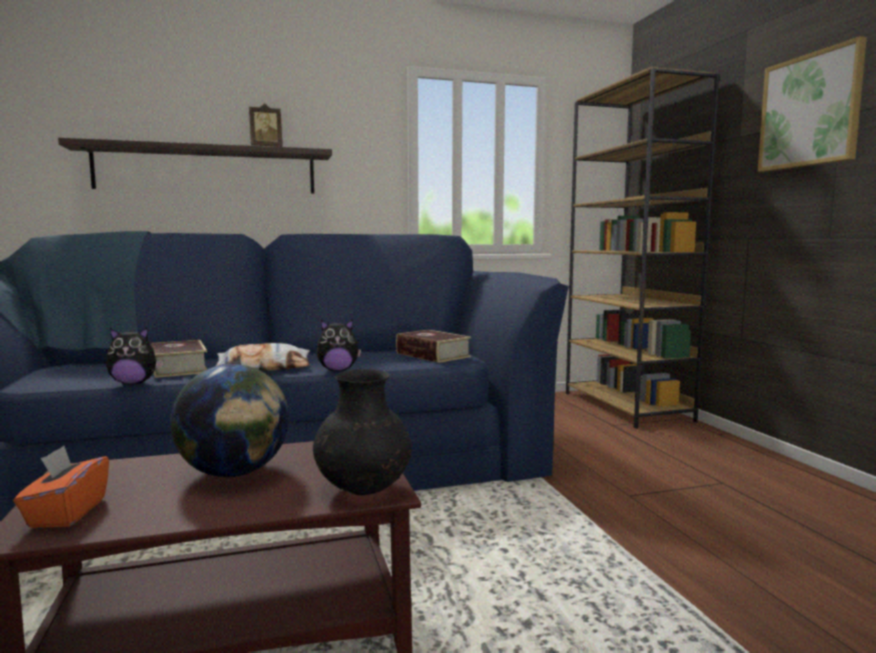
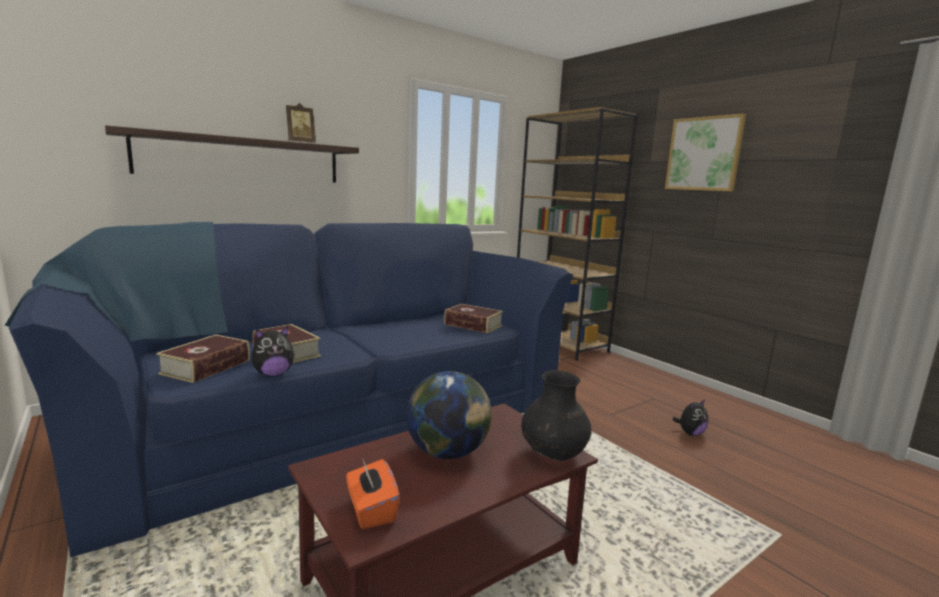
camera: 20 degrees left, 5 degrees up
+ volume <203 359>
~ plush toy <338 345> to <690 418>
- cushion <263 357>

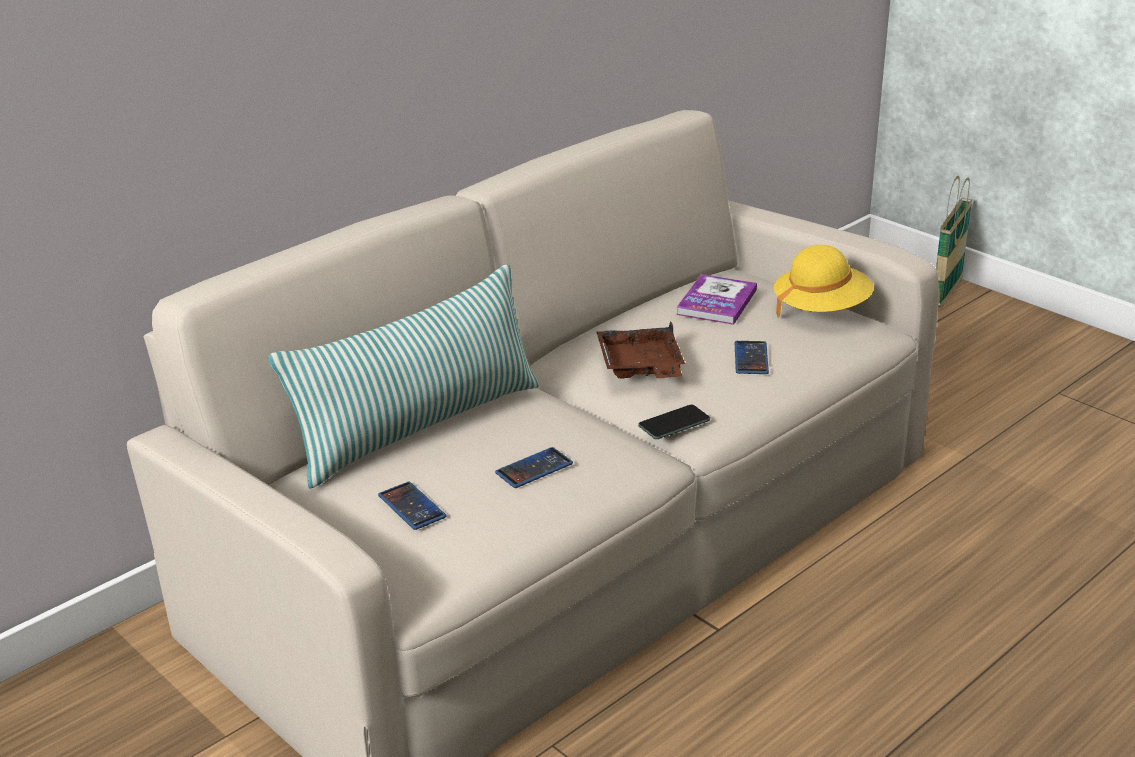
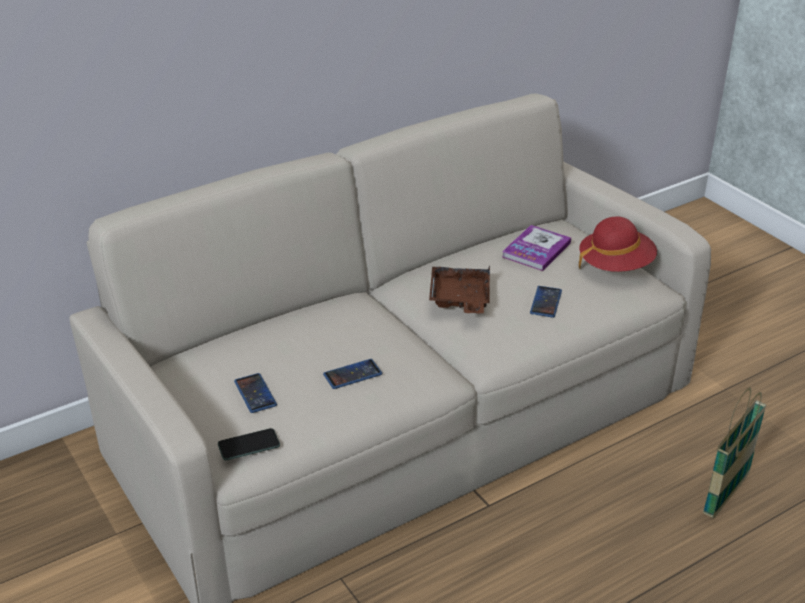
camera: 10 degrees right, 5 degrees up
~ telephone <674 422> to <249 444>
~ clothing hat (yellowish) <823 281> to clothing hat (red-coloured) <618 244>
~ basket <954 241> to <734 453>
- cushion <403 376>

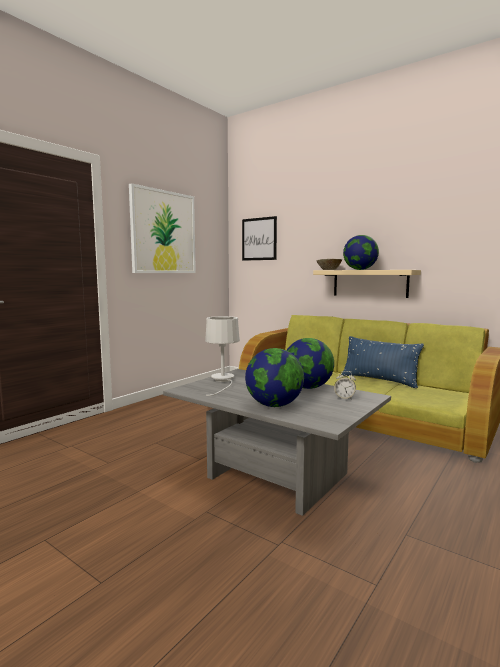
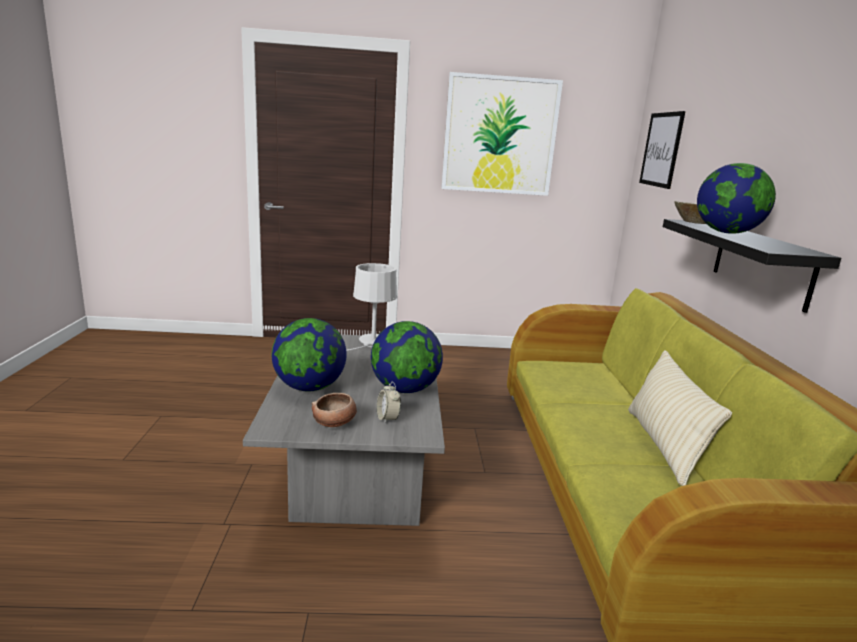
camera: 50 degrees right, 10 degrees up
+ deep dish <334 410>
~ cushion (bluish) <383 362> to cushion (sand-coloured) <680 418>
~ shelf (sand-coloured) <367 284> to shelf (black-coloured) <752 266>

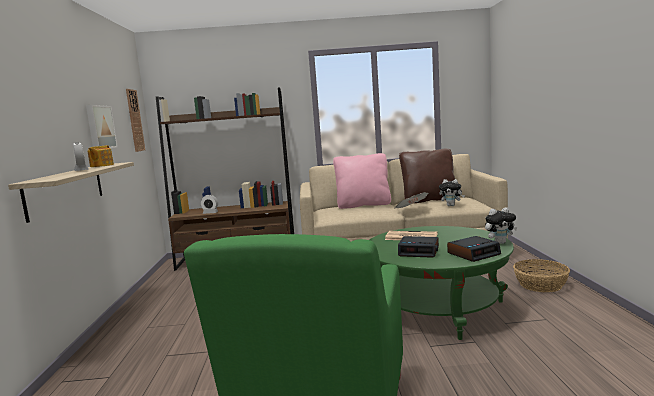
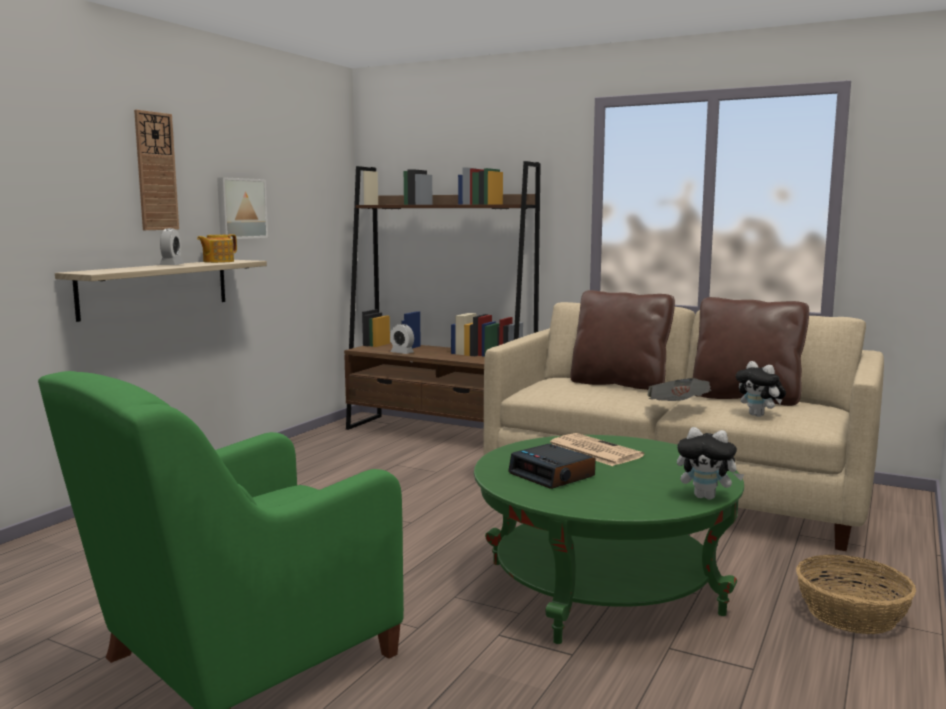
camera: 30 degrees right, 0 degrees up
~ hanging clock <135 120> to <156 170>
~ cushion (pink) <362 181> to cushion (brownish) <622 340>
- bedside clock <474 249>

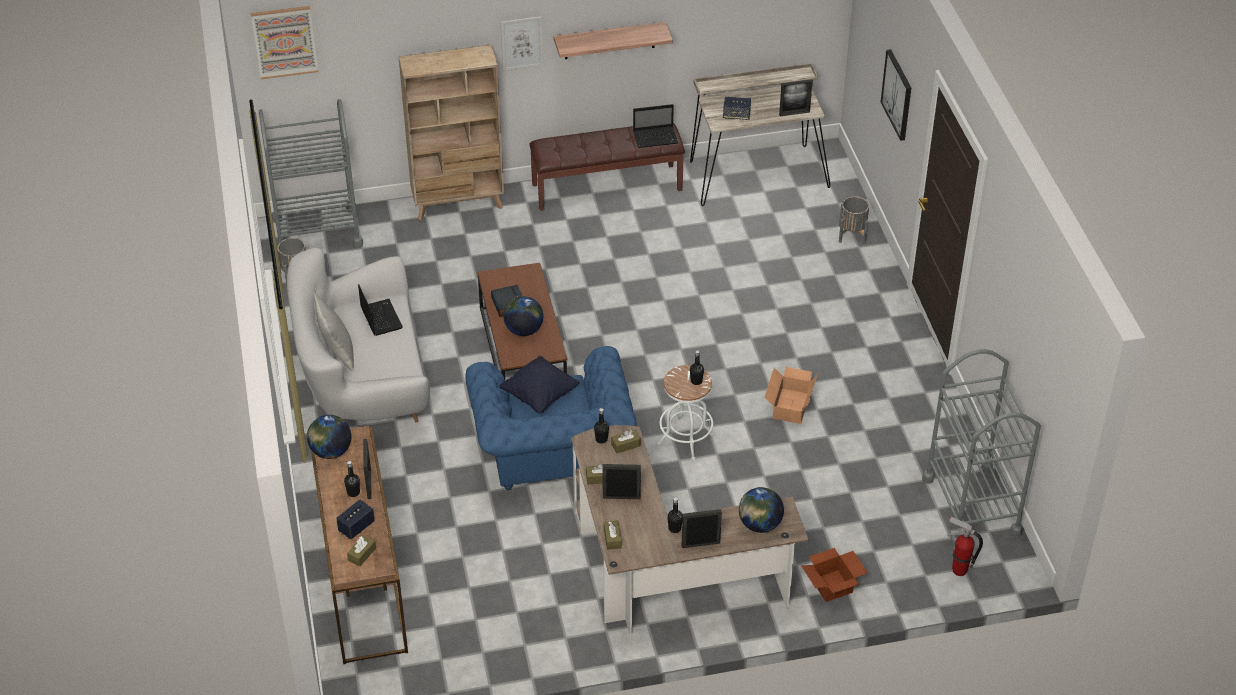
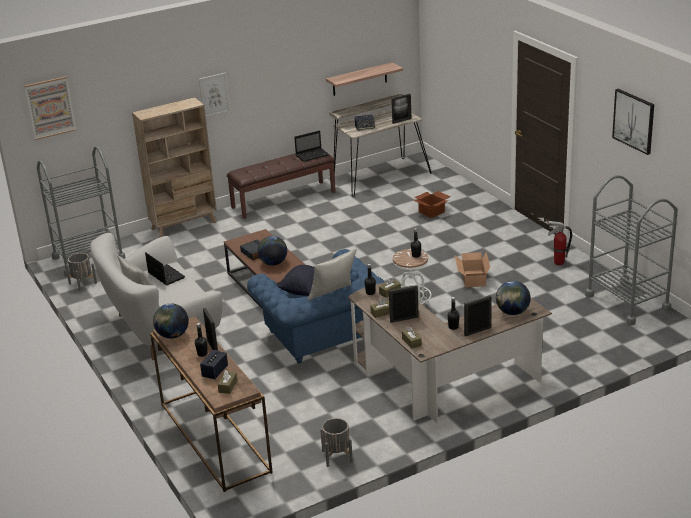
camera: 15 degrees left, 15 degrees down
+ cushion (gray) <332 274>
~ plant pot (gray) <854 220> to <336 442>
~ shelf <613 40> to <364 79>
~ packing box <834 575> to <432 204>
~ fire extinguisher <965 546> to <560 243>
~ wall picture <896 95> to <633 122>

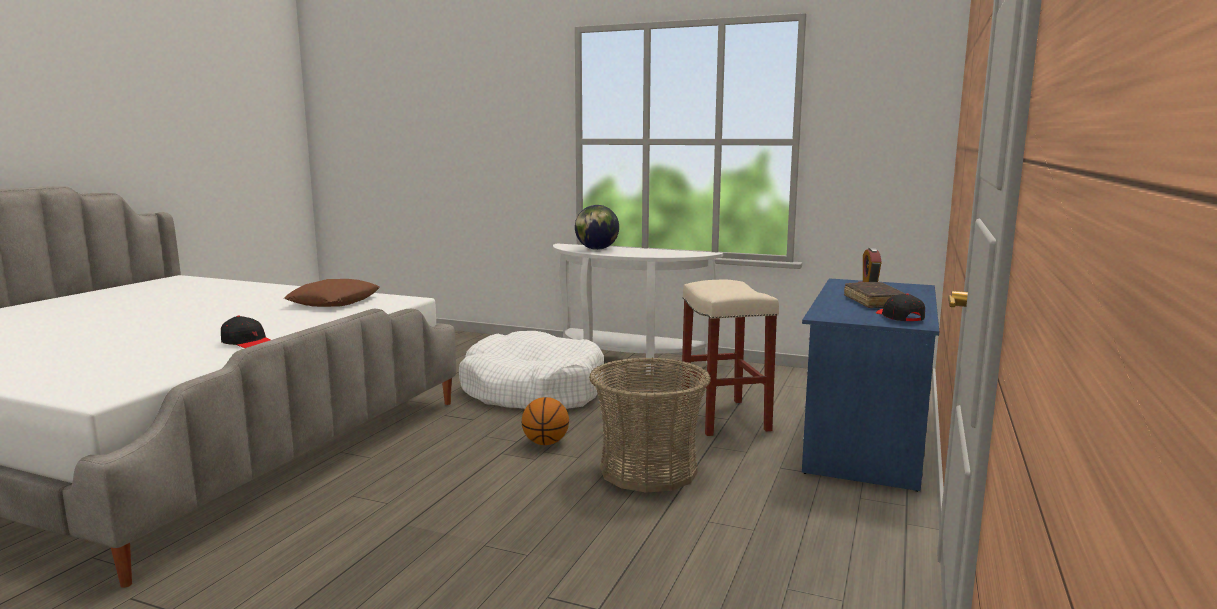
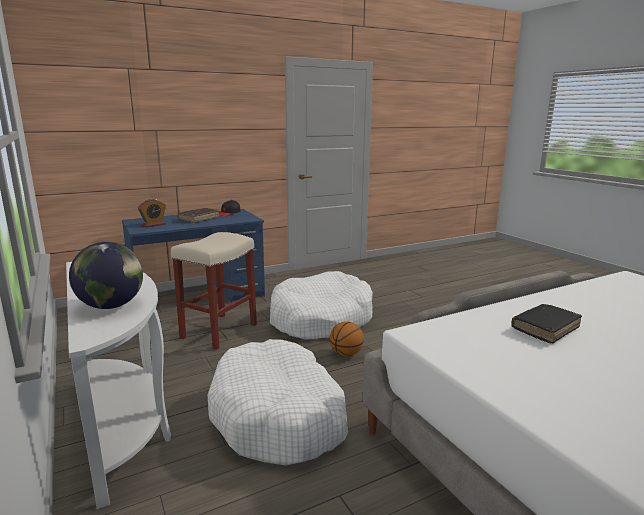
camera: 140 degrees left, 5 degrees up
~ basket <650 425> to dog cushion (white-coloured) <321 305>
+ volume (black-coloured) <546 324>
- baseball cap (black-coloured) <246 332>
- cushion (brownish) <332 293>

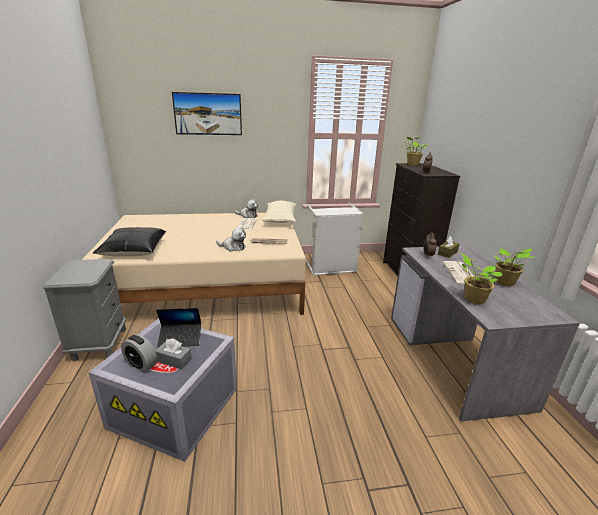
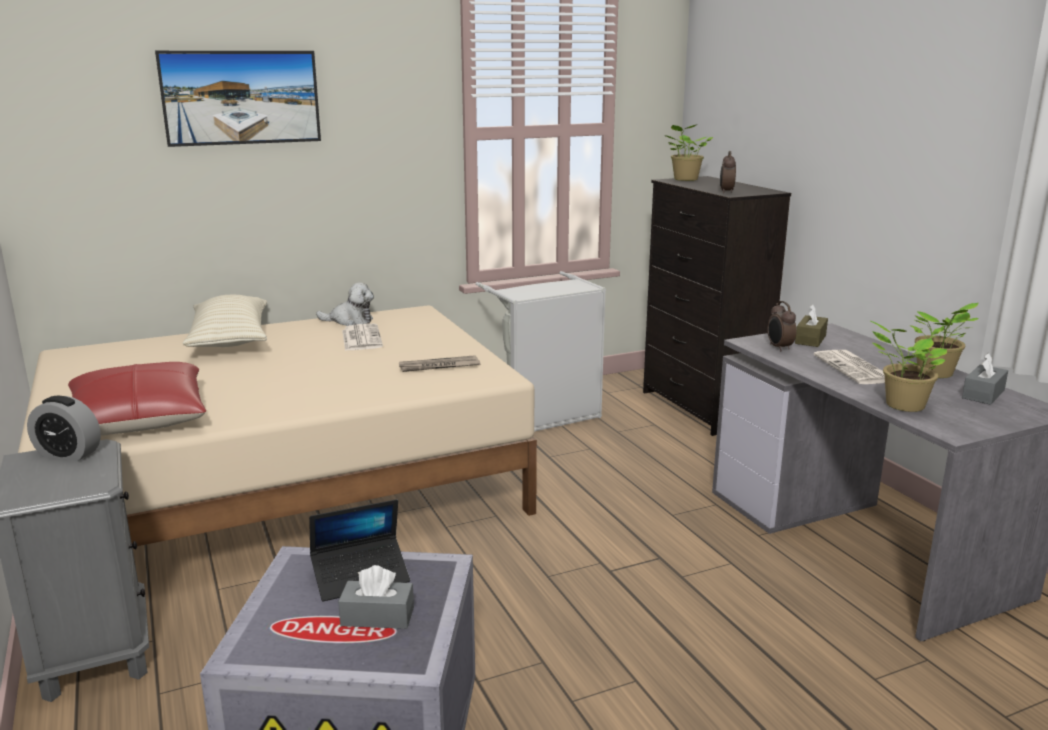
camera: 15 degrees left, 5 degrees down
~ bedside clock <139 354> to <64 428>
~ cushion (black-coloured) <129 241> to cushion (red-coloured) <137 398>
~ cushion (sand-coloured) <279 212> to <225 321>
+ box of tissues (gray) <985 379>
- plush toy <231 239>

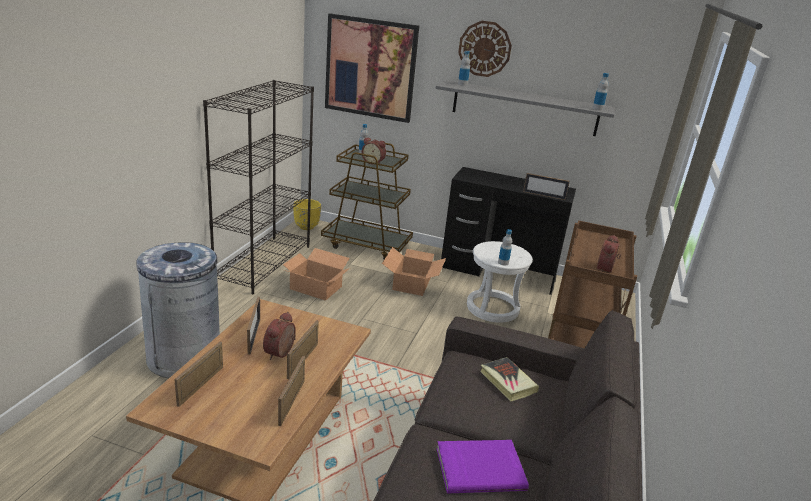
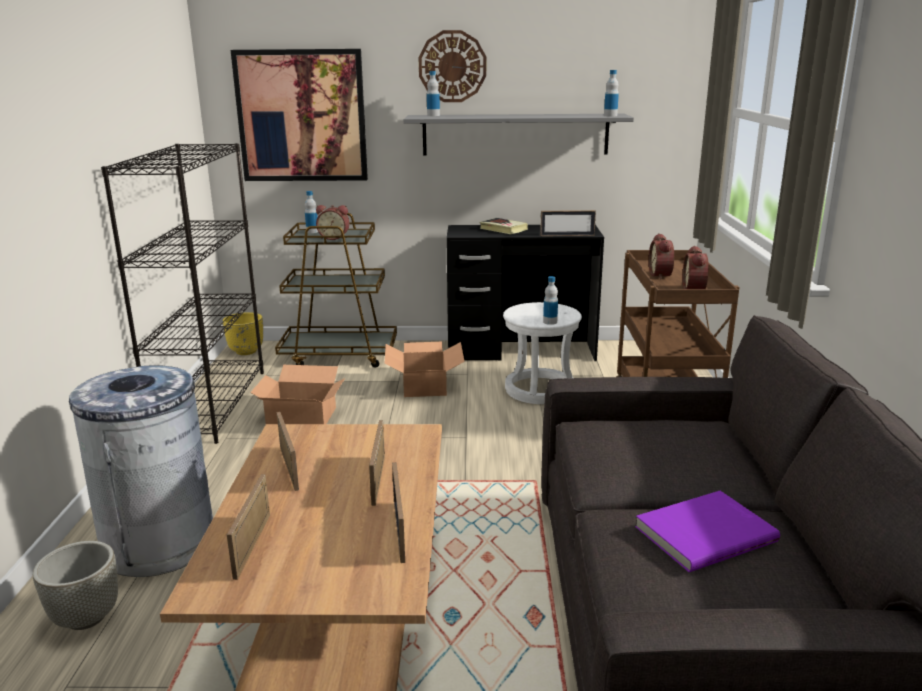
camera: 15 degrees left, 5 degrees down
+ plant pot (gray) <75 585>
~ volume <509 379> to <503 226>
~ bedside clock <279 336> to <661 256>

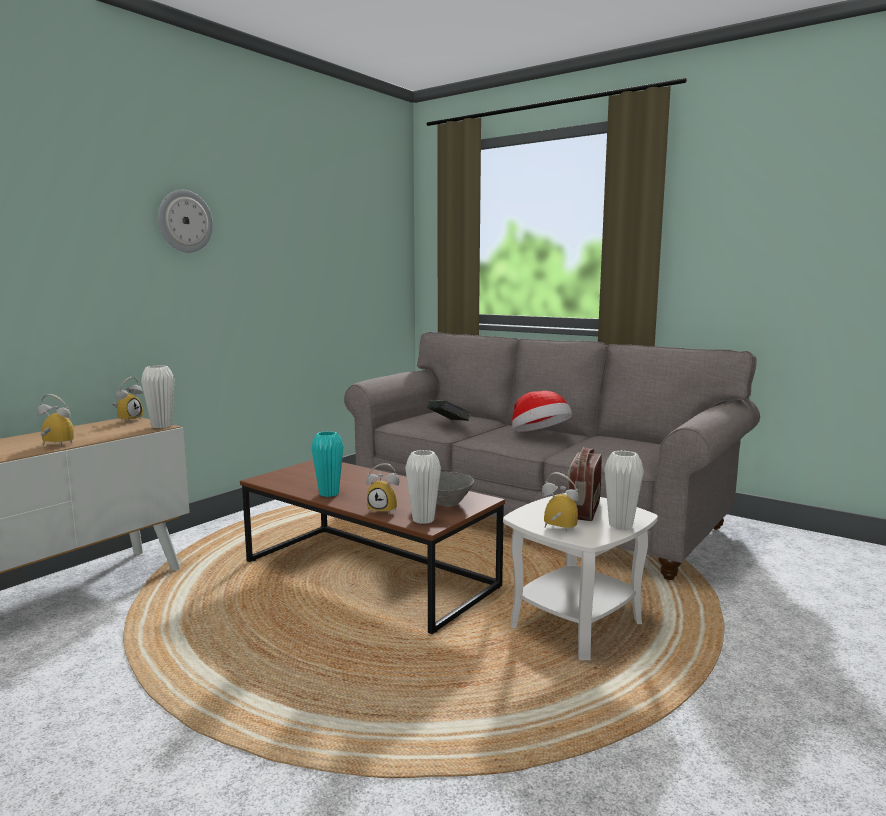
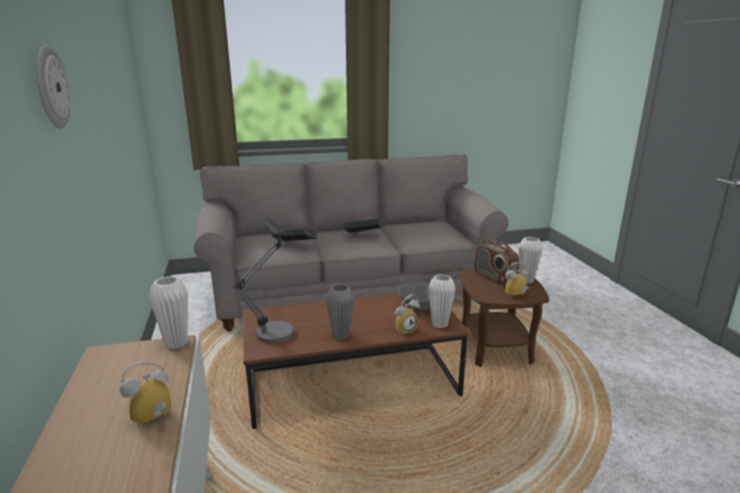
camera: 50 degrees left, 10 degrees up
+ lamp for a table <263 281>
~ flower vase (blue-green) <327 464> to flower vase (gray) <340 312>
~ clothing hat <542 411> to volume <363 225>
~ accent table (white-coloured) <580 576> to accent table (brownish) <504 317>
- bedside clock <127 400>

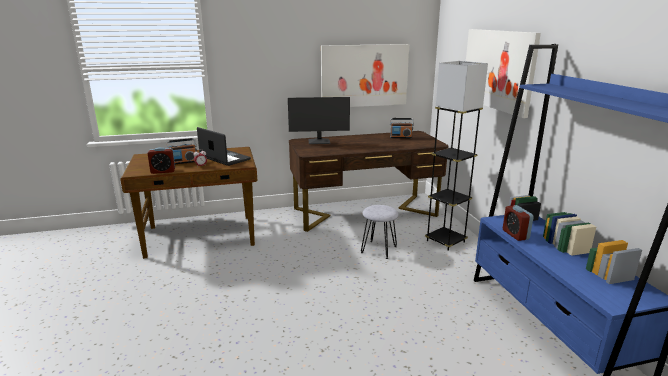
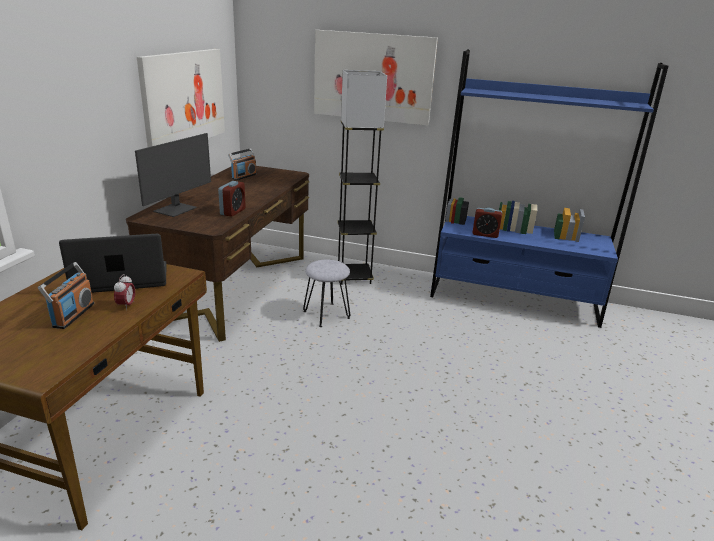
camera: 60 degrees left, 5 degrees up
~ bedside clock <161 160> to <232 199>

